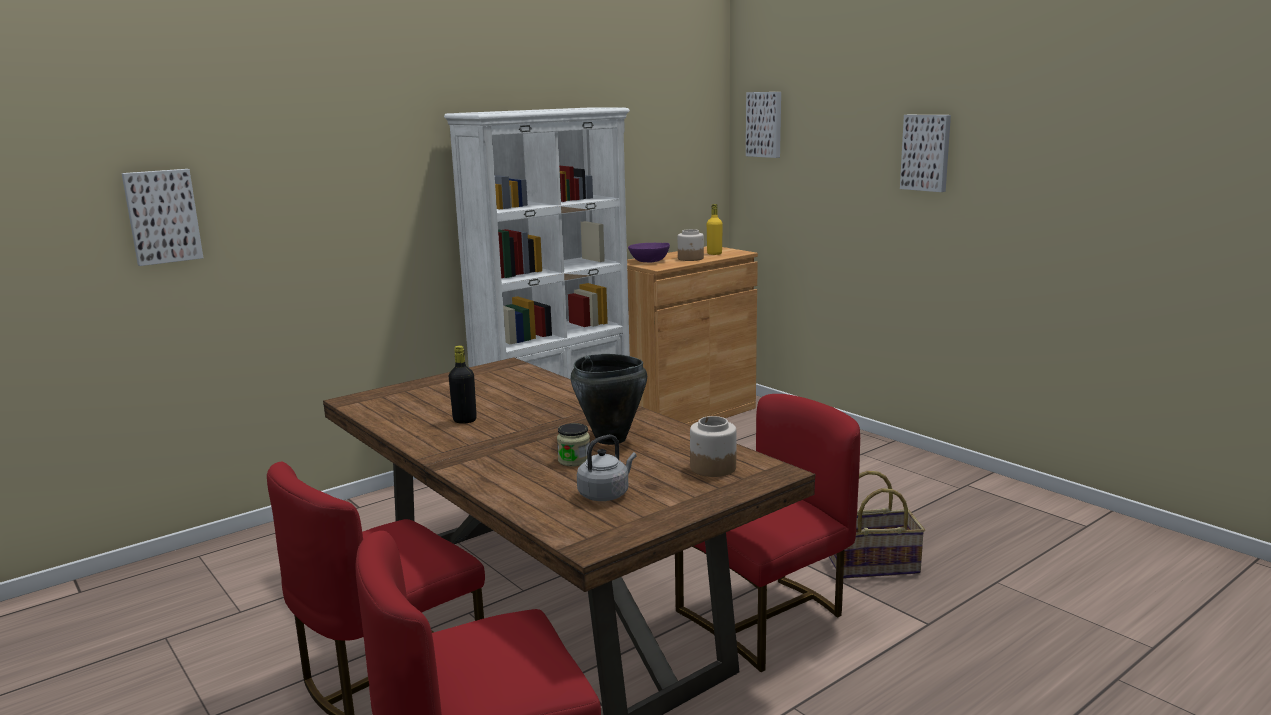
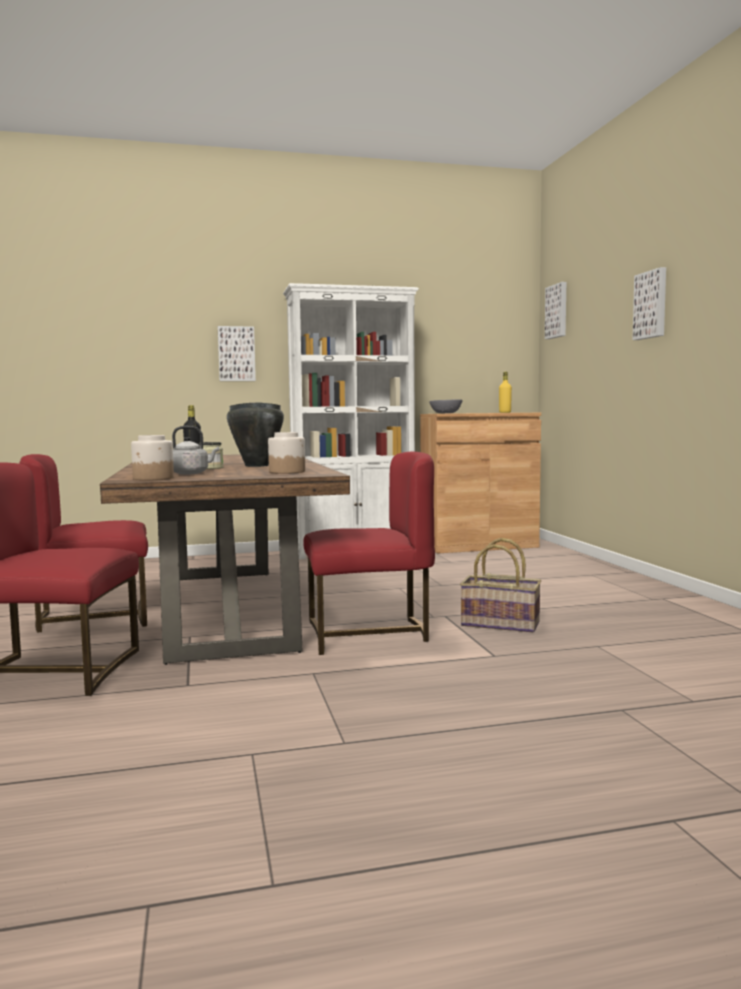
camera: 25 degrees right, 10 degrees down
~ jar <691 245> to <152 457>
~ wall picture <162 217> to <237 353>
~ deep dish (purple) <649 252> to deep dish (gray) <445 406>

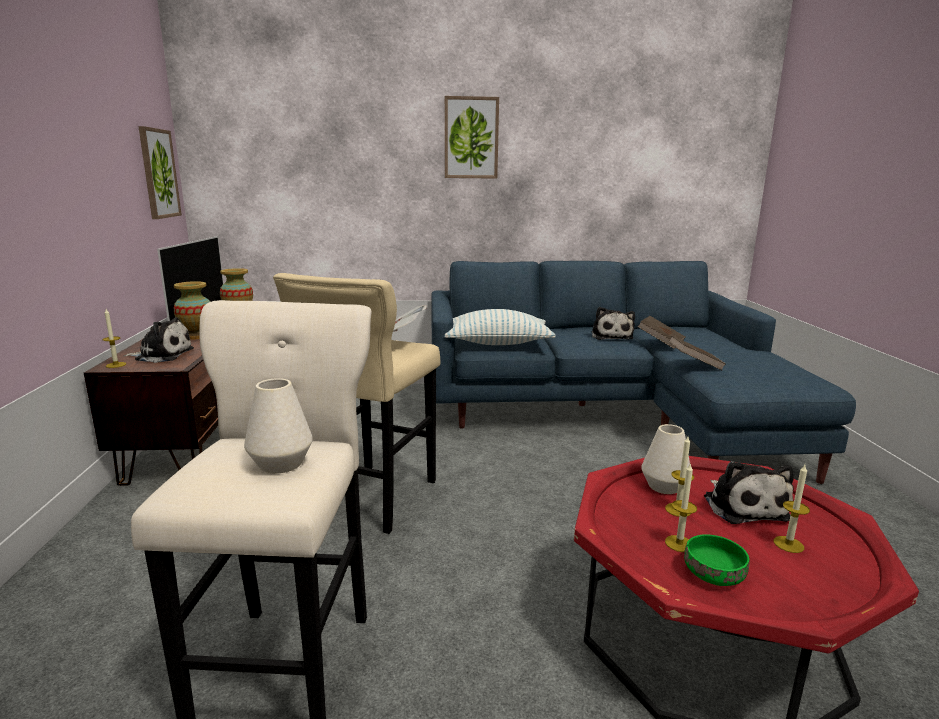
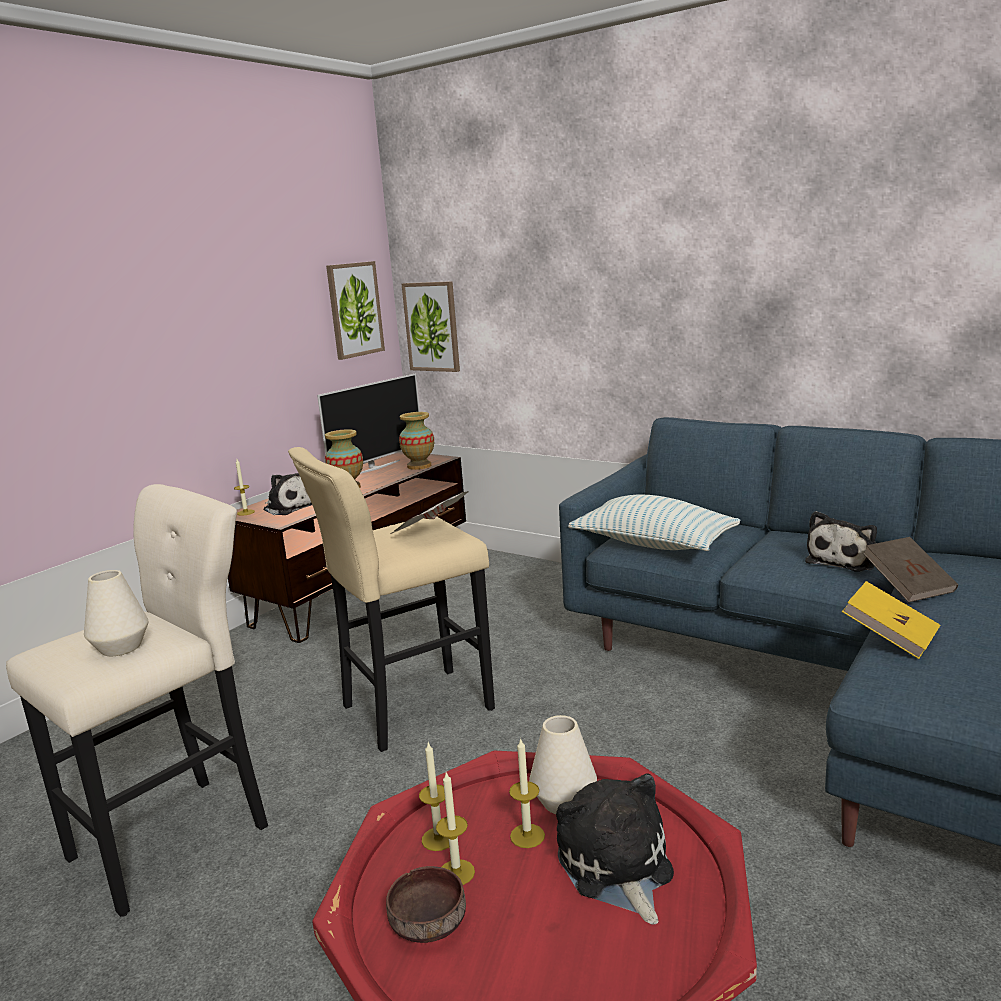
camera: 40 degrees right, 0 degrees up
~ deep dish (greenish) <716 560> to deep dish (brownish) <426 904>
~ wall picture <472 137> to <431 326>
~ wax candle <792 509> to <434 797>
~ plush toy <749 492> = <615 848> 135 degrees clockwise
~ volume (brownish) <697 353> to volume (yellowish) <891 620>

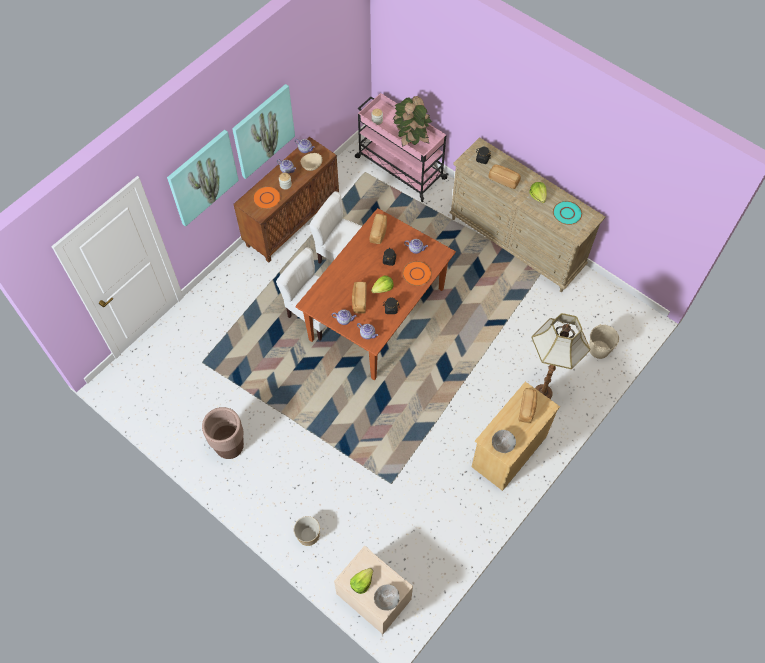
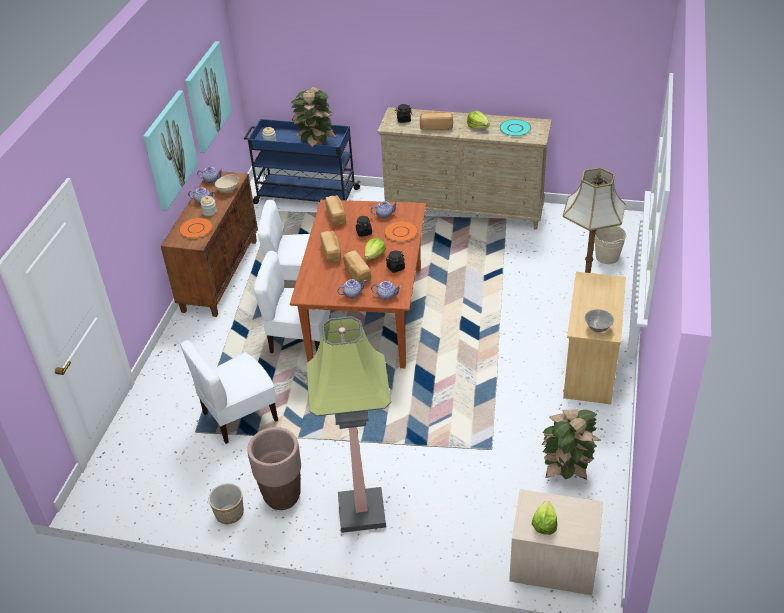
camera: 25 degrees left, 20 degrees down
+ chair (white-coloured) <229 391>
~ wall picture <203 178> to <208 97>
~ plant pot <307 531> to <226 503>
~ wheeled cart (pink) <402 147> to wheeled cart (bluish) <302 161>
+ standing lamp <348 424>
~ bakery bread <527 405> to <330 247>
+ houseplant <570 445>
- deep dish (gray) <387 598>

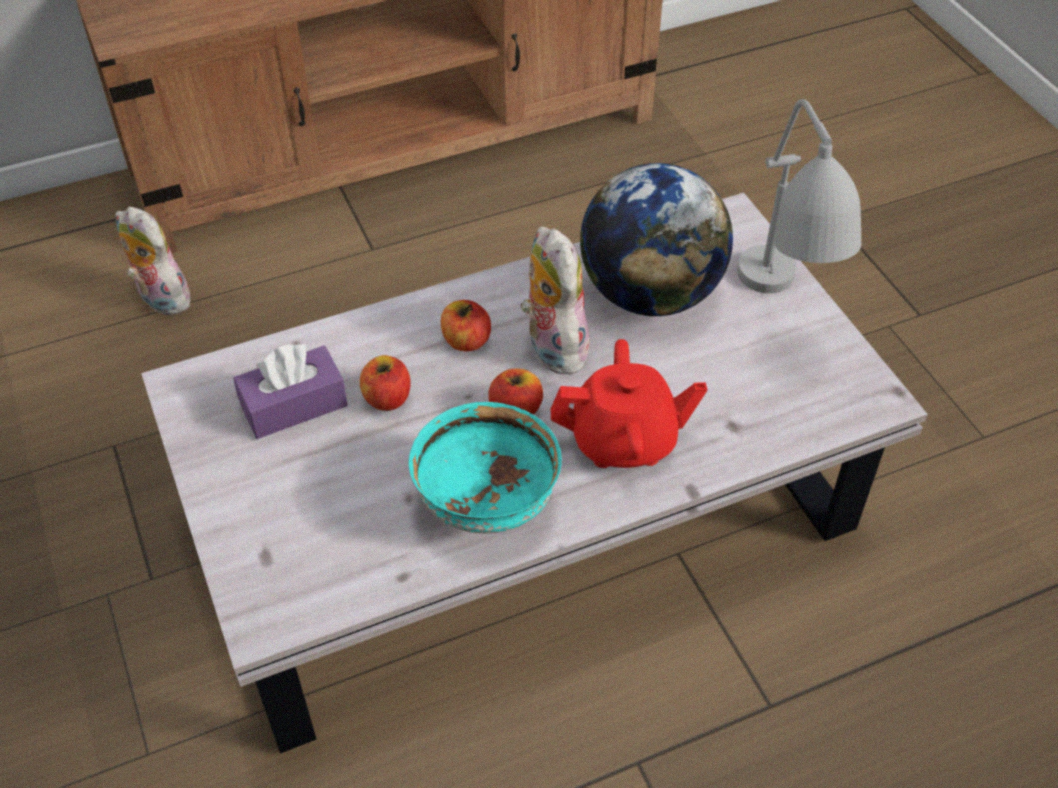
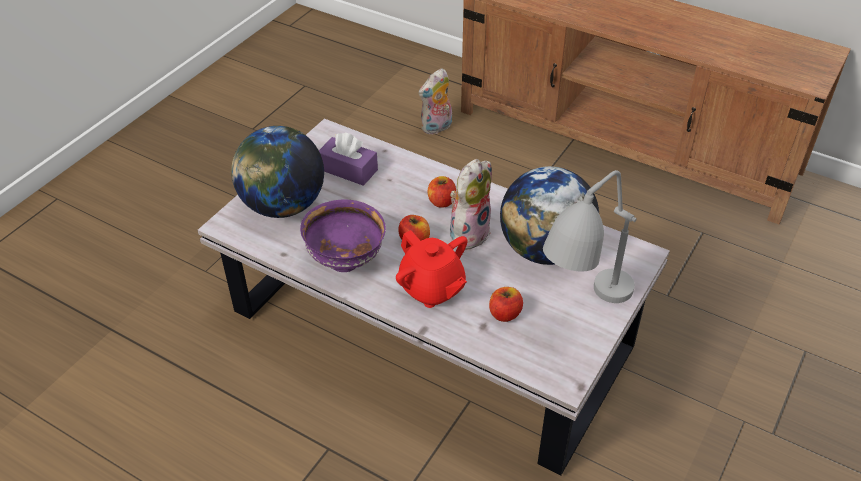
camera: 55 degrees right, 5 degrees down
+ desk globe <277 172>
~ deep dish (blue-green) <485 468> to deep dish (purple) <343 236>
~ plush toy <152 261> = <435 101> 135 degrees counterclockwise
~ apple fruit <385 383> to <506 304>

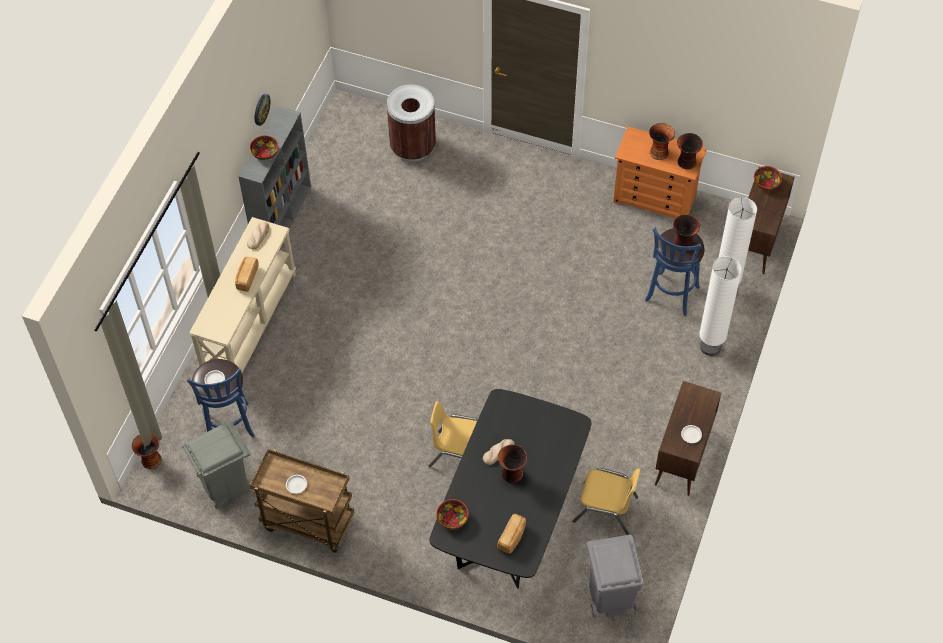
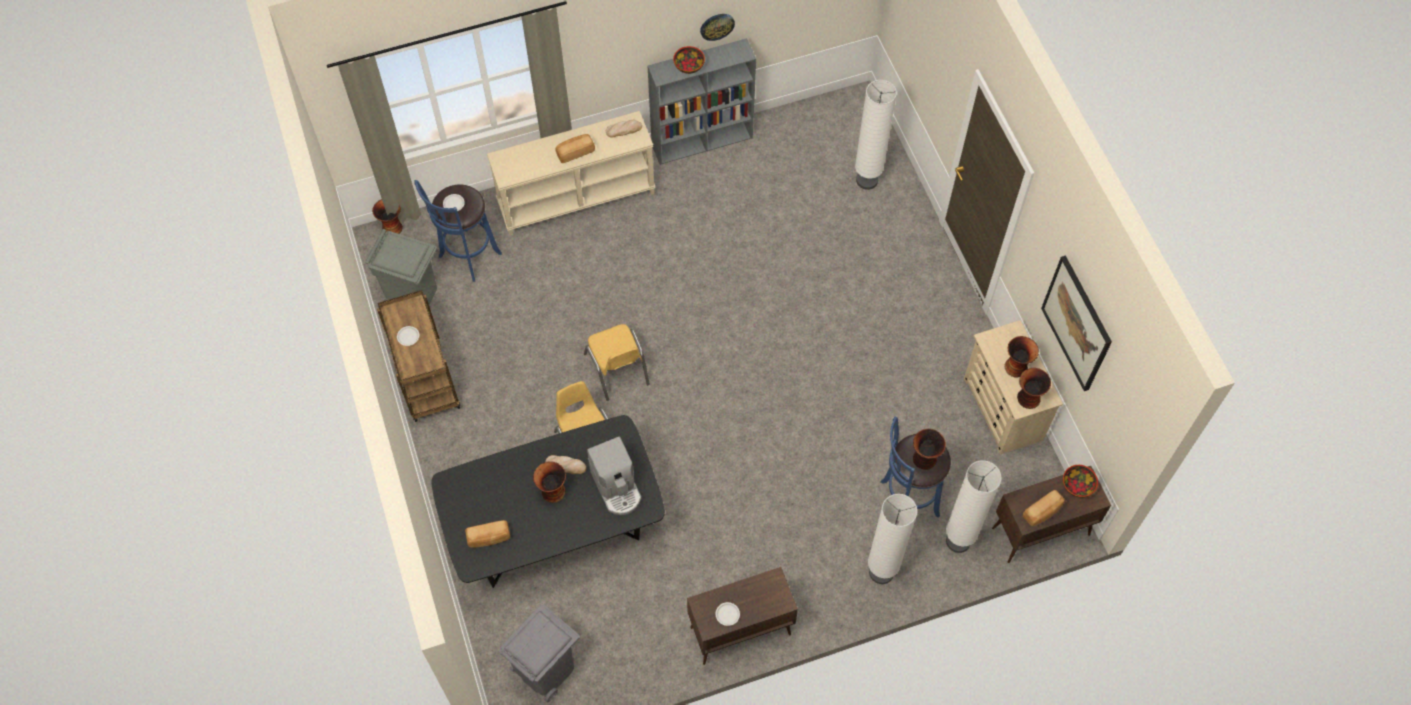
camera: 50 degrees right, 5 degrees up
~ chair (yellowish) <606 501> to <617 362>
+ coffee machine <614 475>
~ waste bin (brownish) <411 123> to standing lamp (white-coloured) <876 135>
~ drawer chest (orangey) <660 172> to drawer chest (sand-coloured) <1013 387>
+ bakery bread <1044 508>
+ wall picture <1076 323>
- deep dish <452 514>

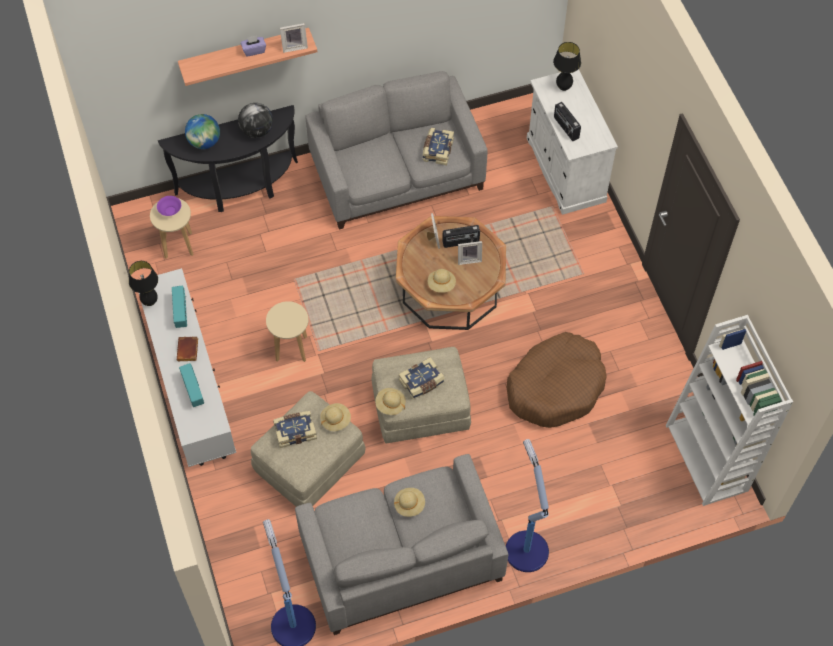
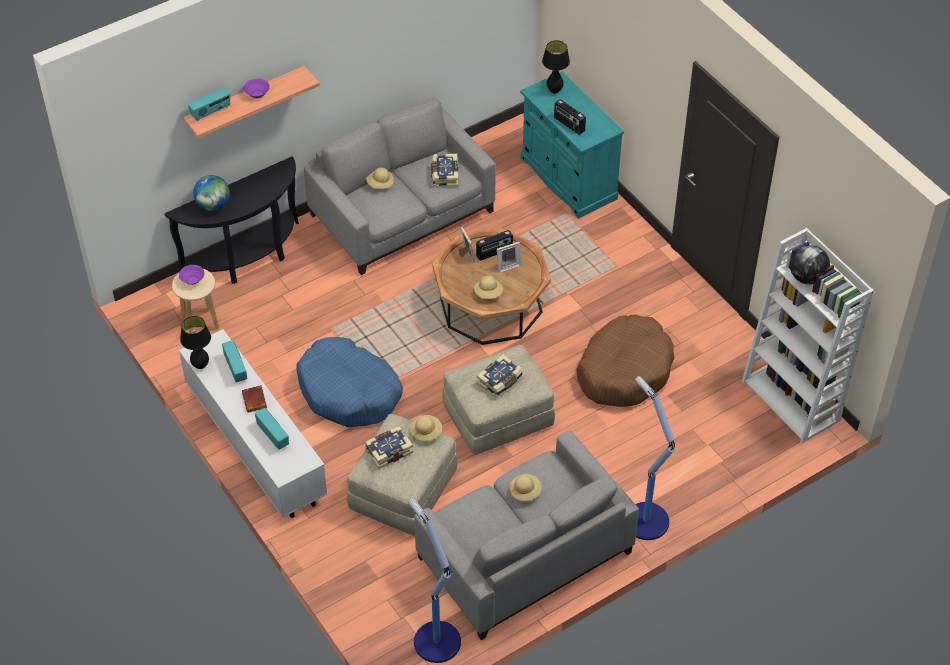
camera: 15 degrees left, 10 degrees down
+ radio set <209 104>
~ box of tissues (purple) <253 46> to deep dish (purple) <256 88>
~ stool (sand-coloured) <287 331> to dog cushion (bluish) <349 382>
~ clothing hat (sand-coloured) <390 401> to <380 178>
~ storage cabinet (white-coloured) <572 142> to storage cabinet (blue-green) <572 145>
~ desk globe <255 120> to <810 265>
- picture frame <294 38>

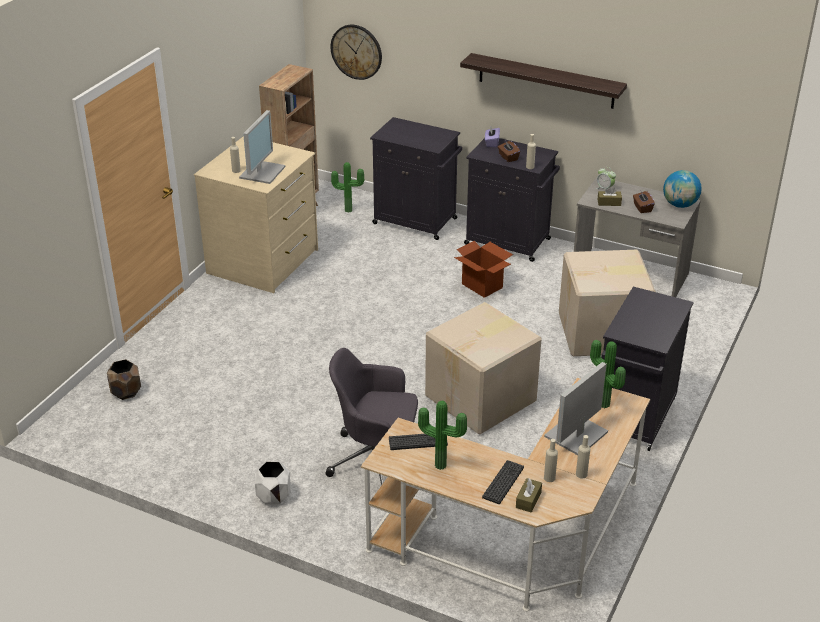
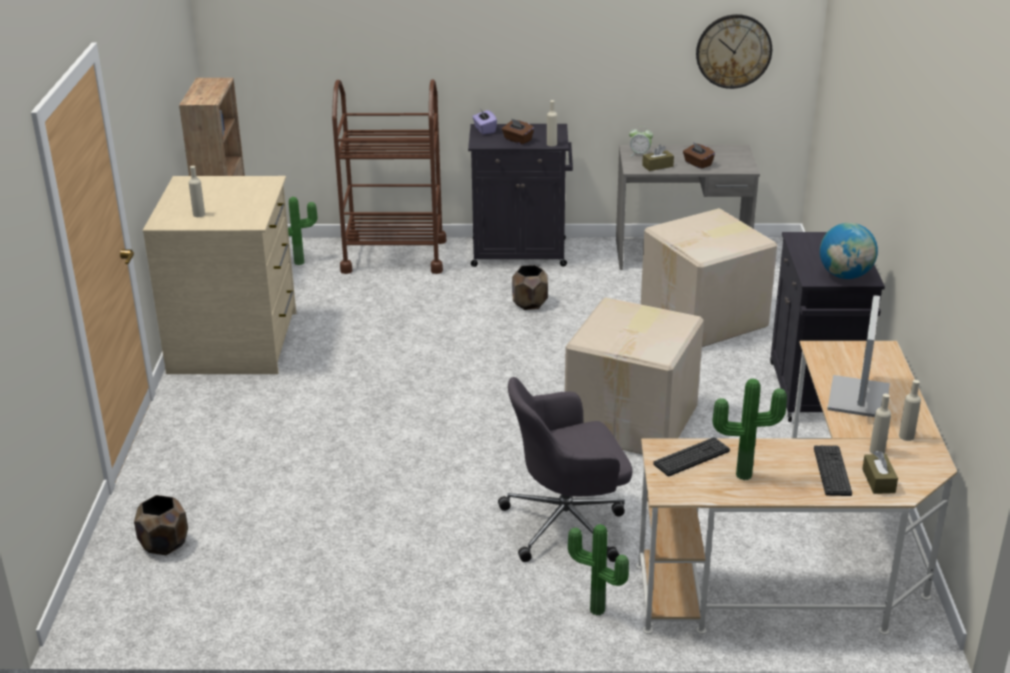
camera: 25 degrees left, 5 degrees down
~ storage cabinet (black-coloured) <416 178> to wheeled cart (brownish) <389 176>
~ packing box <483 269> to plant pot (brownish) <530 287>
~ houseplant <608 374> to <598 570>
~ hanging clock <356 52> to <734 51>
~ desk globe <682 189> to <849 251>
- computer screen <262 147>
- plant pot (white-coloured) <272 483>
- shelf <543 81>

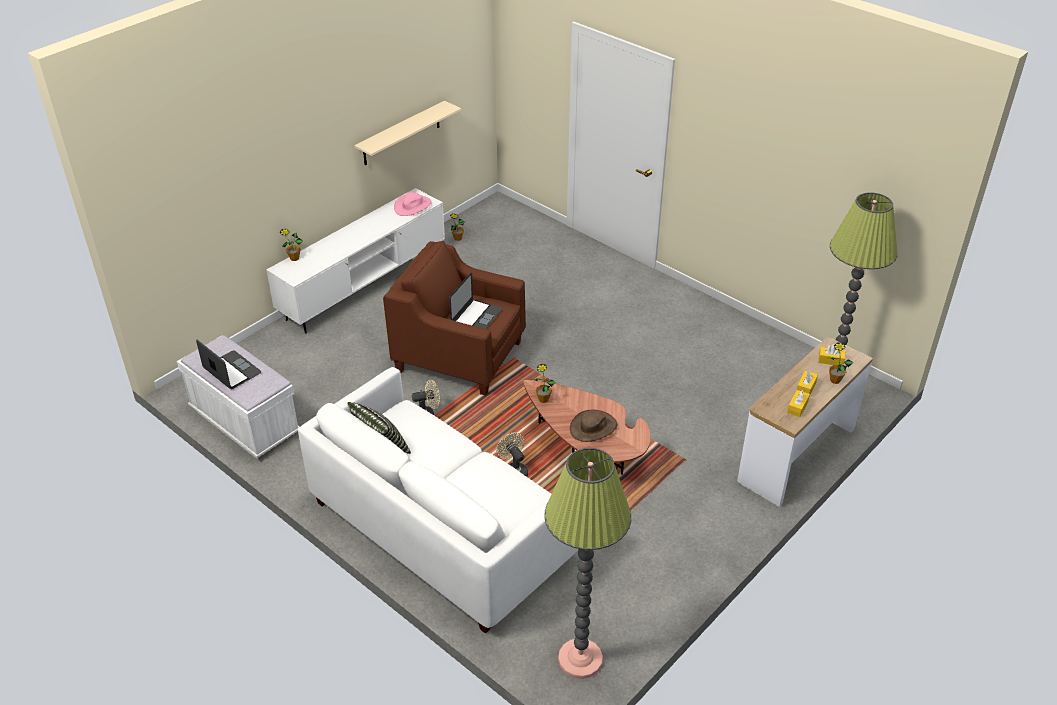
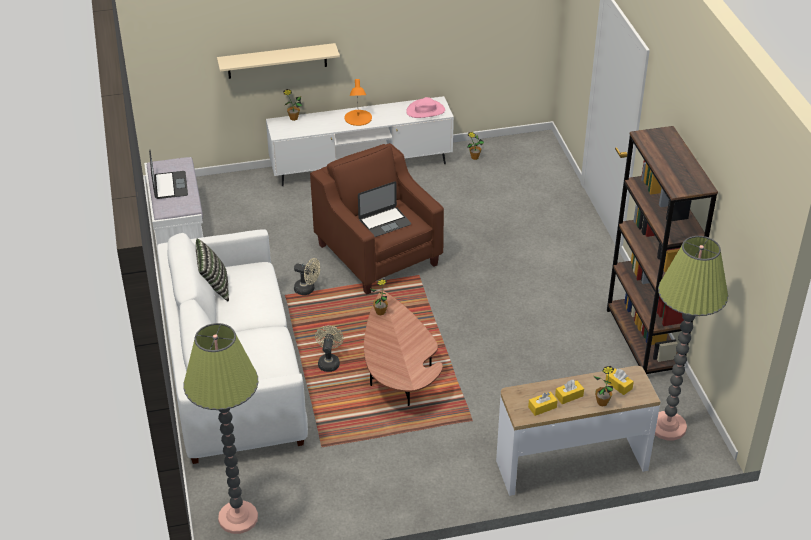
camera: 35 degrees right, 0 degrees up
~ shelf (sand-coloured) <407 133> to <278 61>
+ lamp for a table (orangey) <358 102>
+ shelving unit (brownish) <662 250>
- clothing hat (brownish) <593 426>

